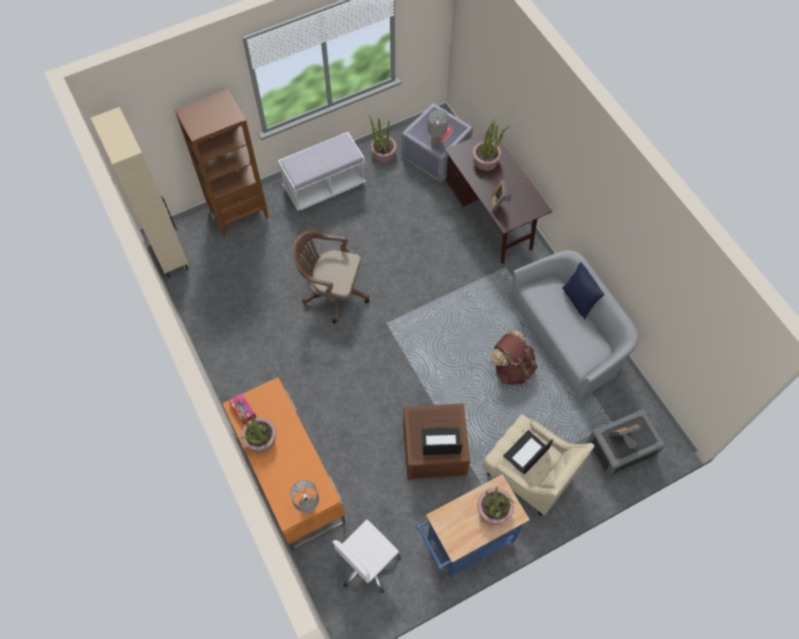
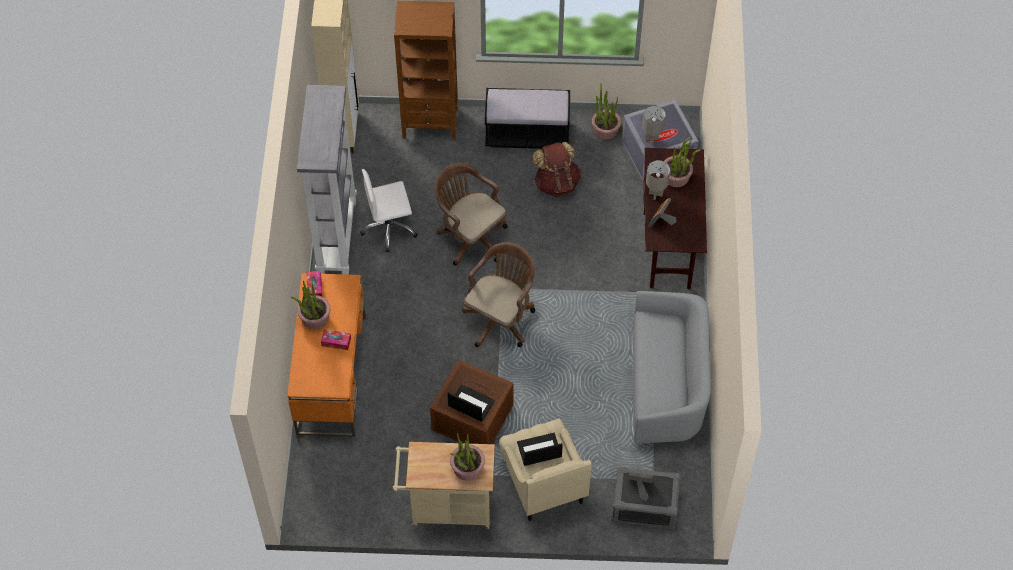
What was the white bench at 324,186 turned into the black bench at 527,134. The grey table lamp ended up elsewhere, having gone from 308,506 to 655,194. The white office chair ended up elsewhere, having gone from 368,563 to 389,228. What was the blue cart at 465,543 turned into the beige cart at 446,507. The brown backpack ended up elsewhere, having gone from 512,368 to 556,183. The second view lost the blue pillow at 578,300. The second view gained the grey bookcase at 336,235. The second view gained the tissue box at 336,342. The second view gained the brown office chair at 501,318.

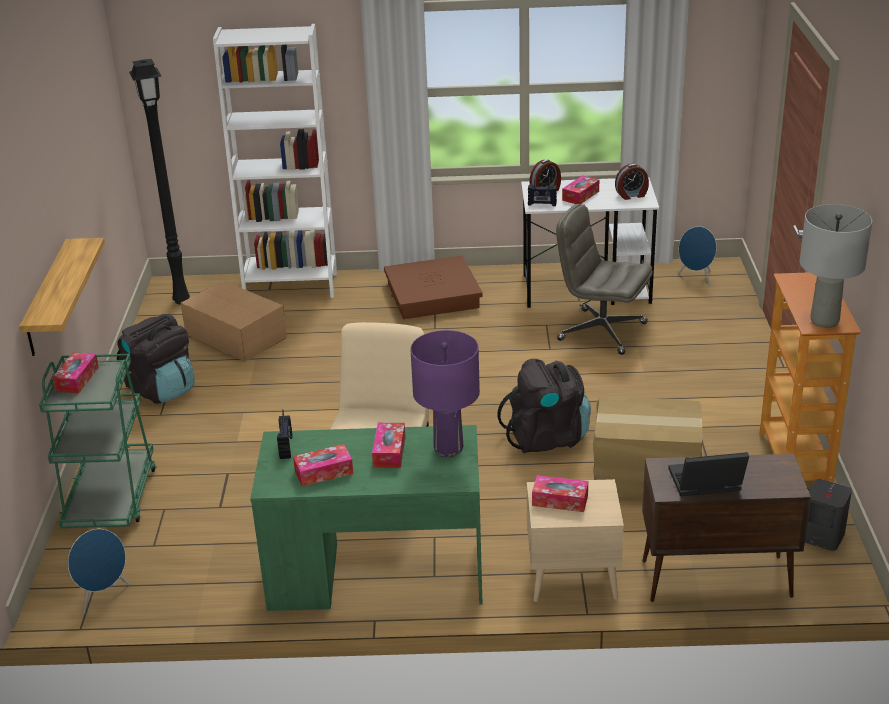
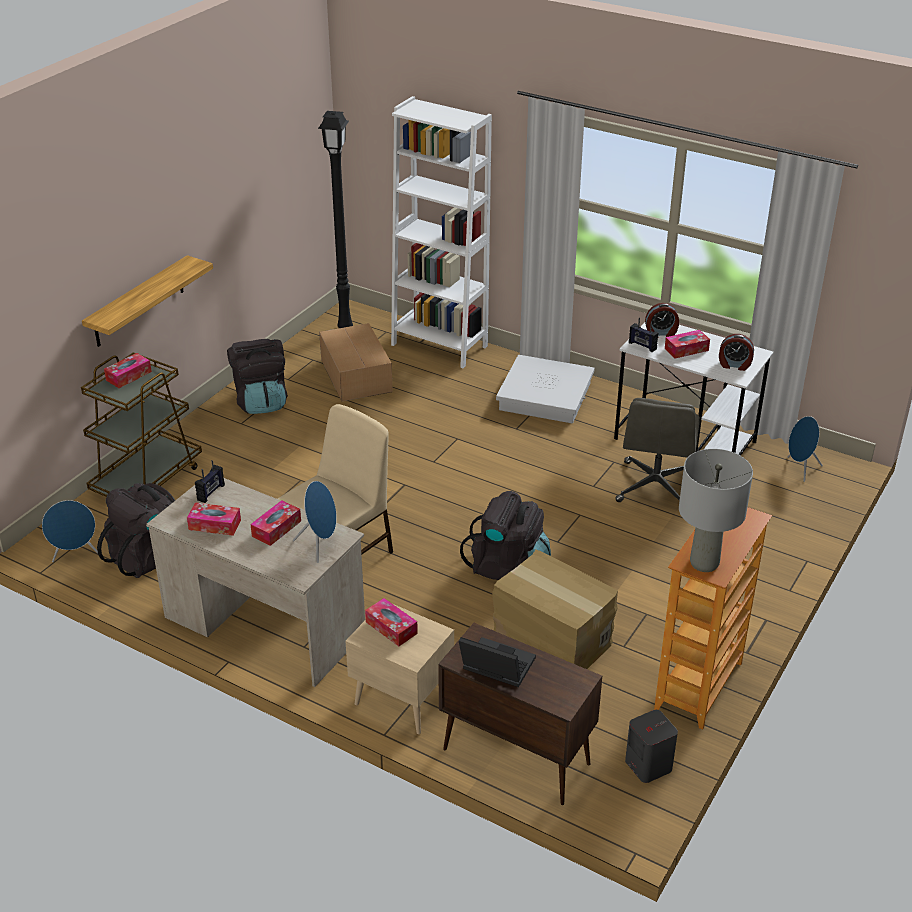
What was the green cart at 111,498 turned into the brown cart at 147,479. What was the green desk at 376,574 turned into the beige desk at 264,625. What was the brown storage box at 433,295 turned into the white storage box at 545,396. Where the purple table lamp stood at 448,449, the blue speaker came to stand at 320,545. The grey office chair at 601,331 ended up facing another way, 135 degrees counterclockwise from before. The second view gained the black backpack at 148,555.

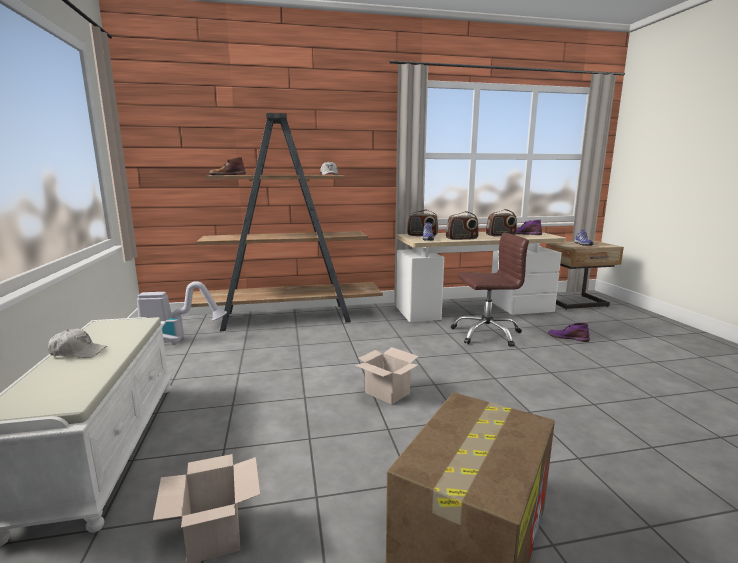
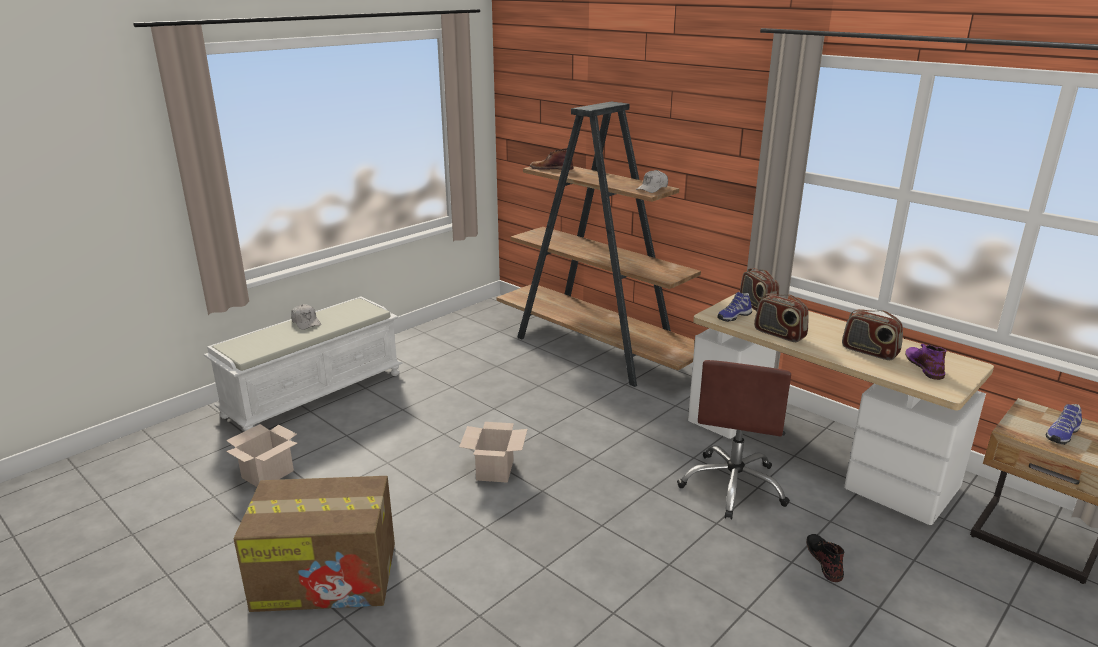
The second view lost the vacuum cleaner at 178,340. The brown office chair at 486,334 ended up facing another way, 60 degrees clockwise from before. What was the purple boot at 567,337 turned into the black boot at 824,559.

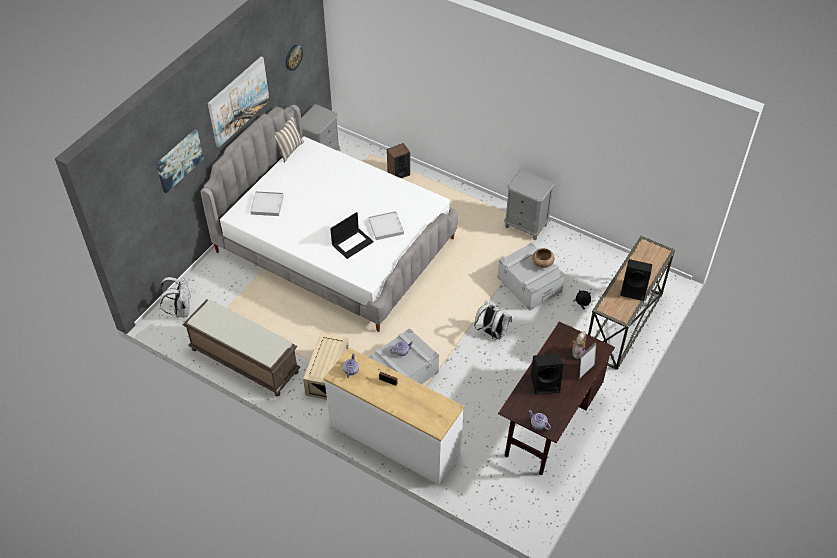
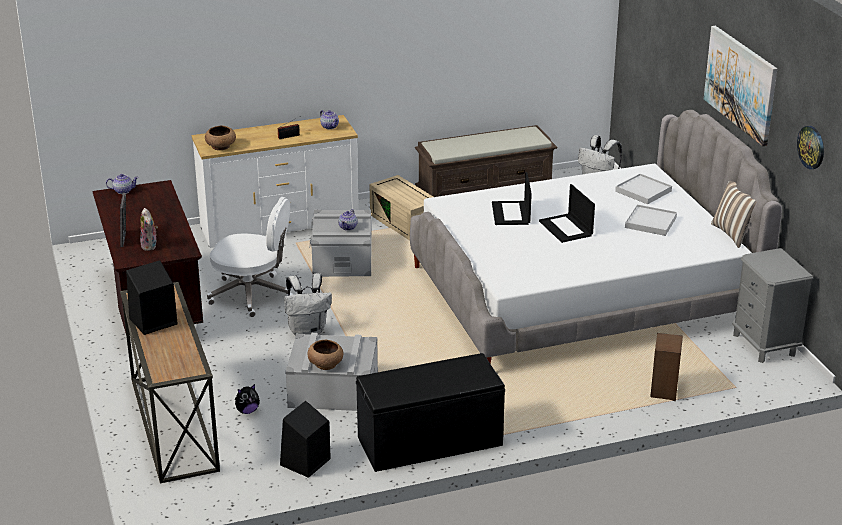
The second view lost the picture at 179,160. The white tray ended up elsewhere, having gone from 386,227 to 650,222. Where the grey nightstand stood at 526,226, the black bench came to stand at 430,442. The black speaker ended up elsewhere, having gone from 545,383 to 304,463. The second view gained the brown bowl at 221,147. The second view gained the white office chair at 252,295. The second view gained the laptop at 566,228.

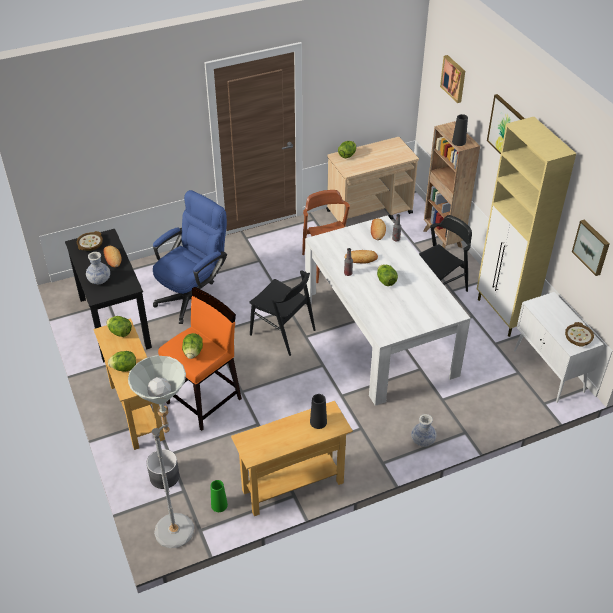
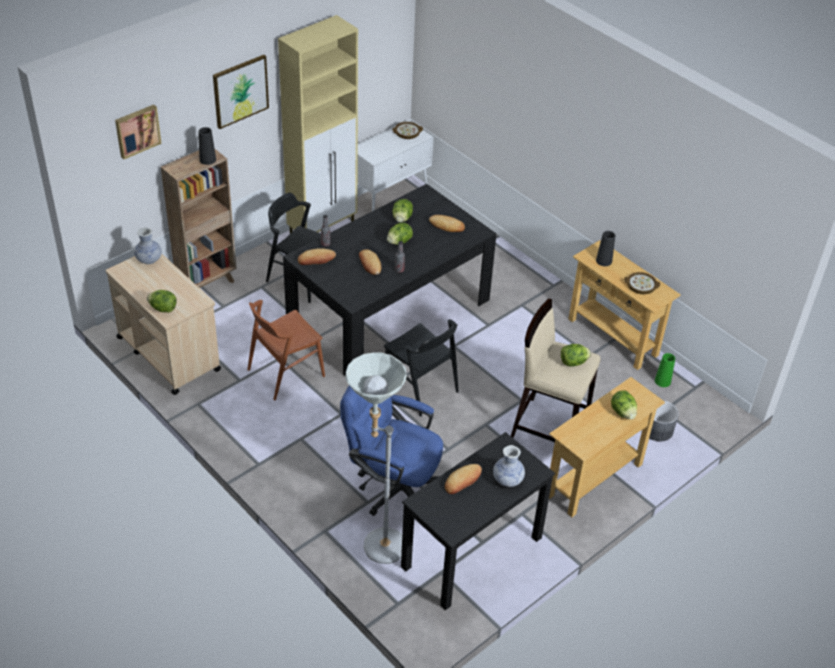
The bowl ended up elsewhere, having gone from 90,244 to 641,286. The lettuce ended up elsewhere, having gone from 120,332 to 402,218. The grey floor lamp ended up elsewhere, having gone from 180,525 to 375,544. What was the orange stool at 205,400 turned into the beige stool at 549,426. The black chair at 283,332 ended up facing another way, 120 degrees clockwise from before. What was the white dining table at 379,334 turned into the black dining table at 389,312. The vase ended up elsewhere, having gone from 422,440 to 149,259. The second view lost the picture at 592,247. The second view gained the bread at 447,226.

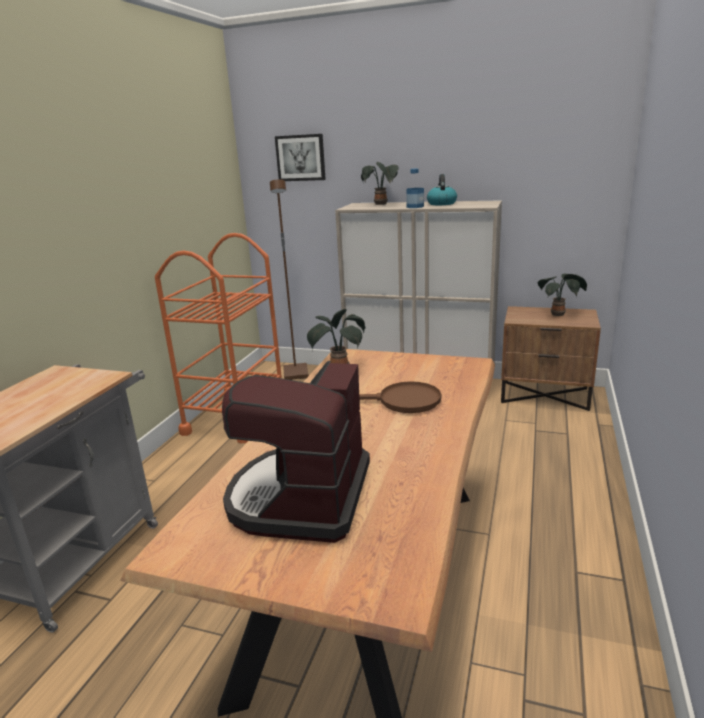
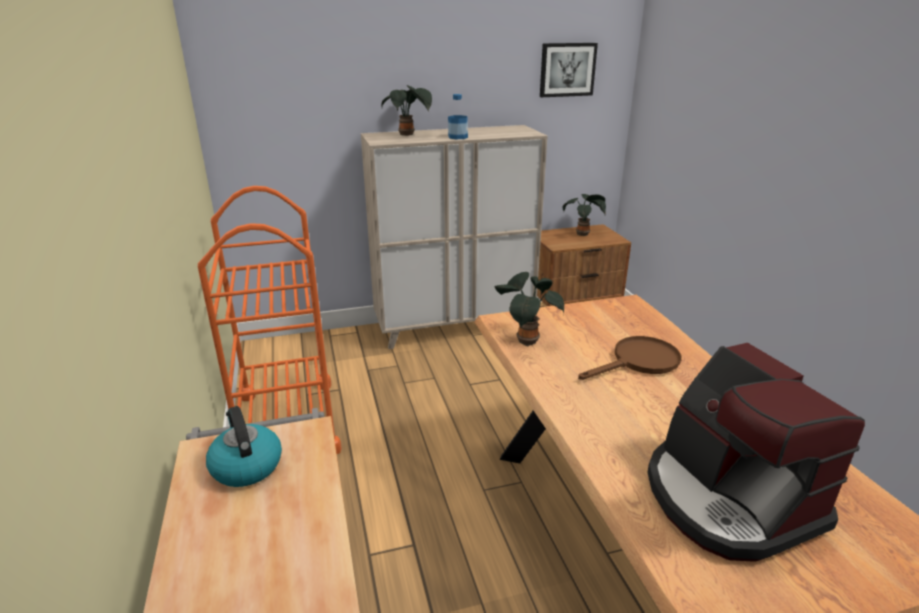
The second view lost the brown floor lamp at 296,373. The picture ended up elsewhere, having gone from 300,158 to 567,69. The kettle ended up elsewhere, having gone from 441,203 to 246,466.

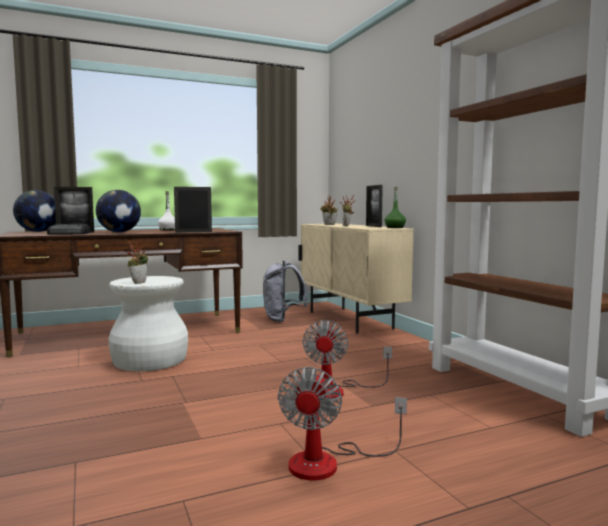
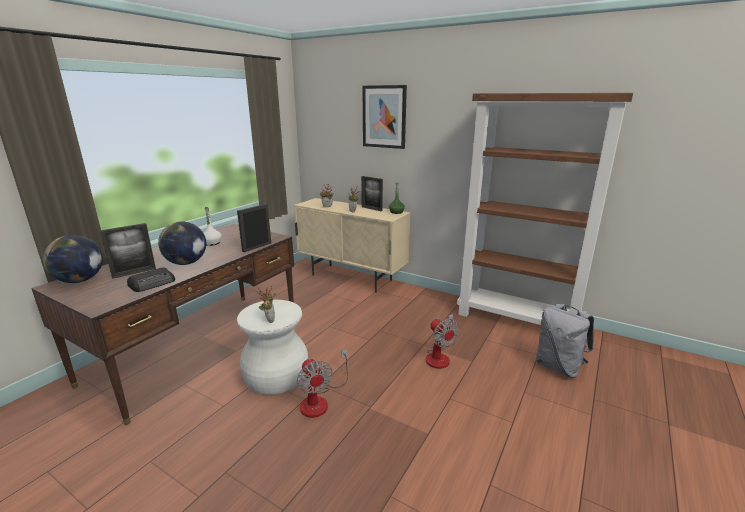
The grey backpack ended up elsewhere, having gone from 282,319 to 559,367. The fan ended up elsewhere, having gone from 329,462 to 320,400. The second view gained the picture at 384,117.

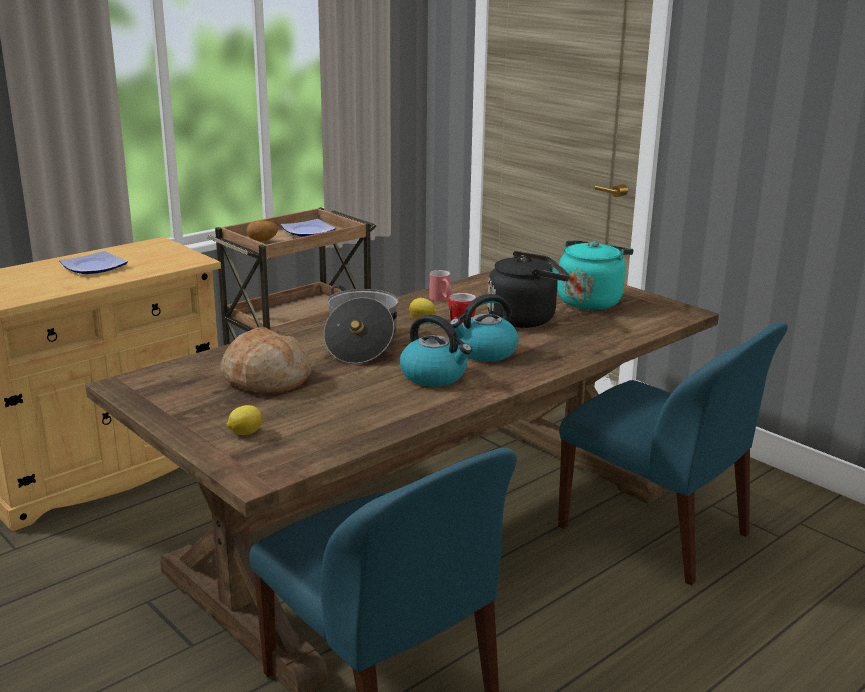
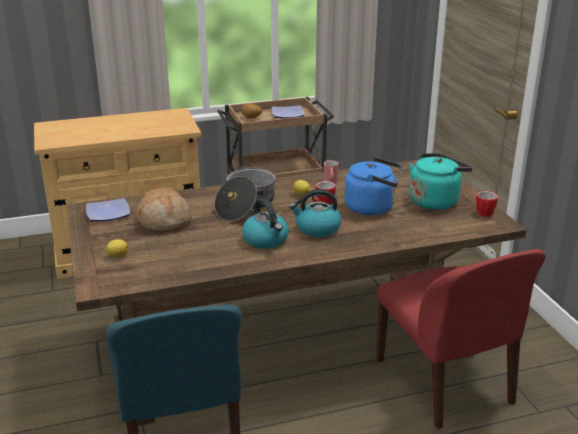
The plate ended up elsewhere, having gone from 93,267 to 107,213. What was the black kettle at 525,319 turned into the blue kettle at 372,207. What was the blue chair at 657,532 turned into the red chair at 445,383. The second view gained the mug at 484,212.

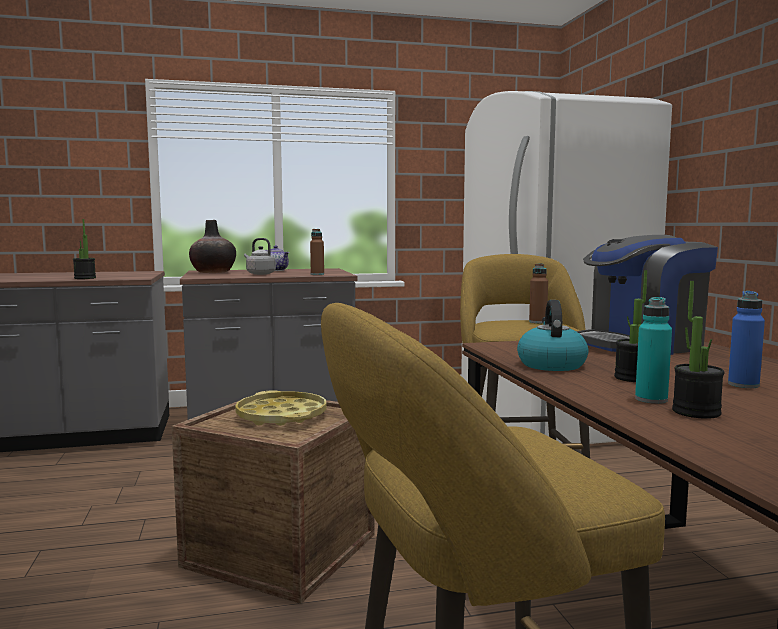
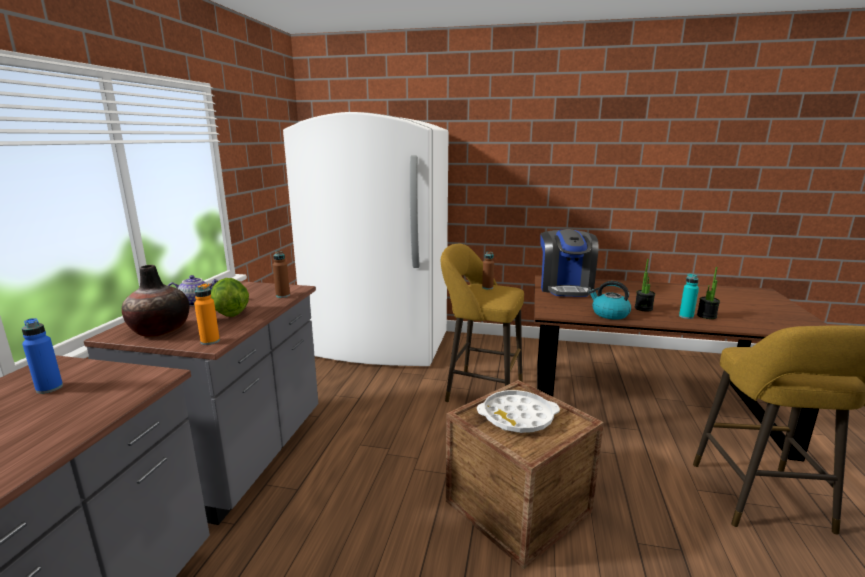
The second view lost the potted plant at 85,278. What was the yellow tray at 281,416 turned into the white tray at 517,417. Where the grey kettle stood at 259,274, the lettuce came to stand at 230,313. The blue bottle ended up elsewhere, having gone from 743,385 to 49,388. The second view gained the orange bottle at 210,341.

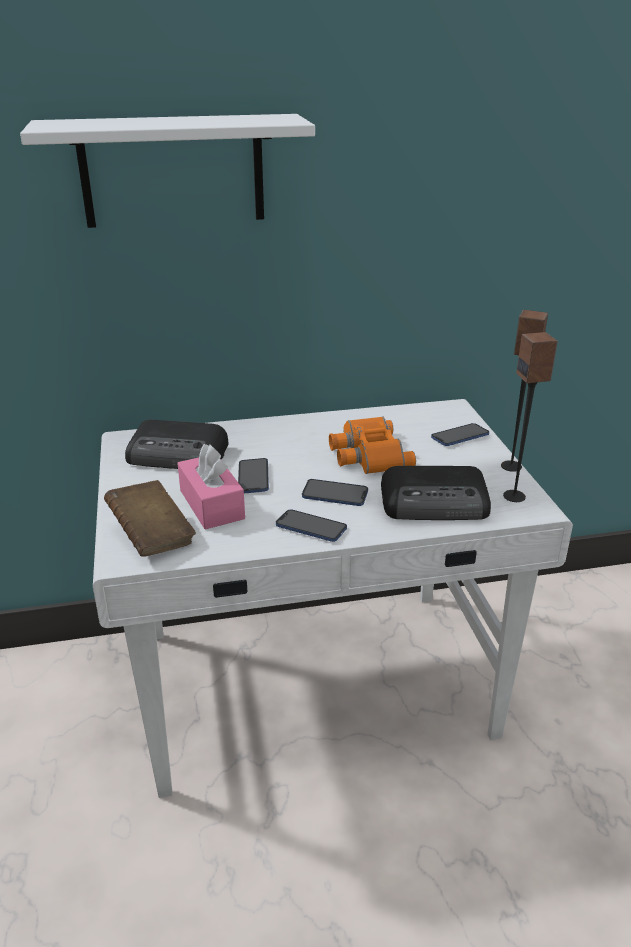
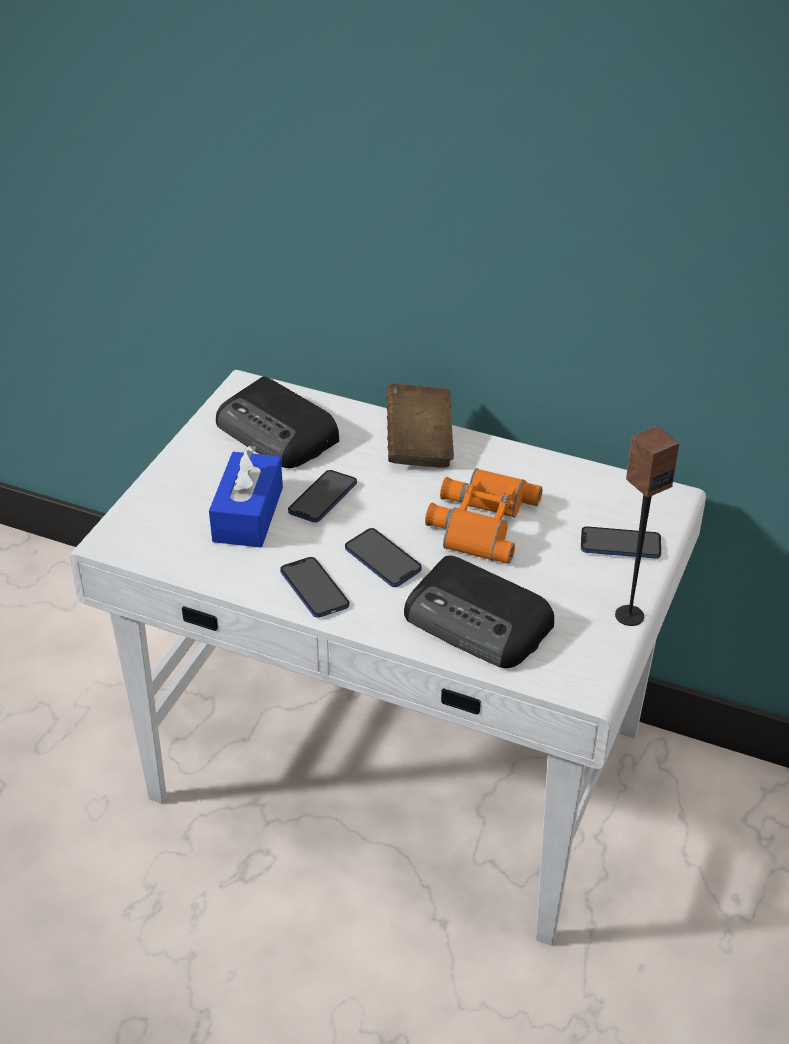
The second view lost the white shelf at 172,171. The brown book ended up elsewhere, having gone from 152,536 to 419,444. What was the pink tissue box at 211,504 turned into the blue tissue box at 248,514. The second view lost the speaker at 514,496.

